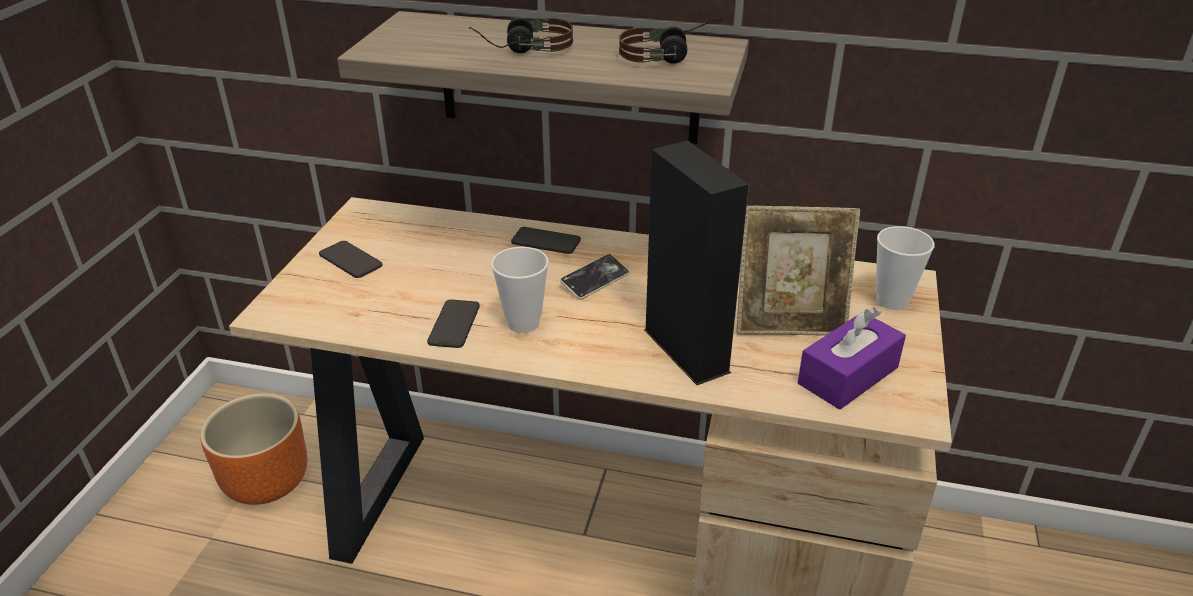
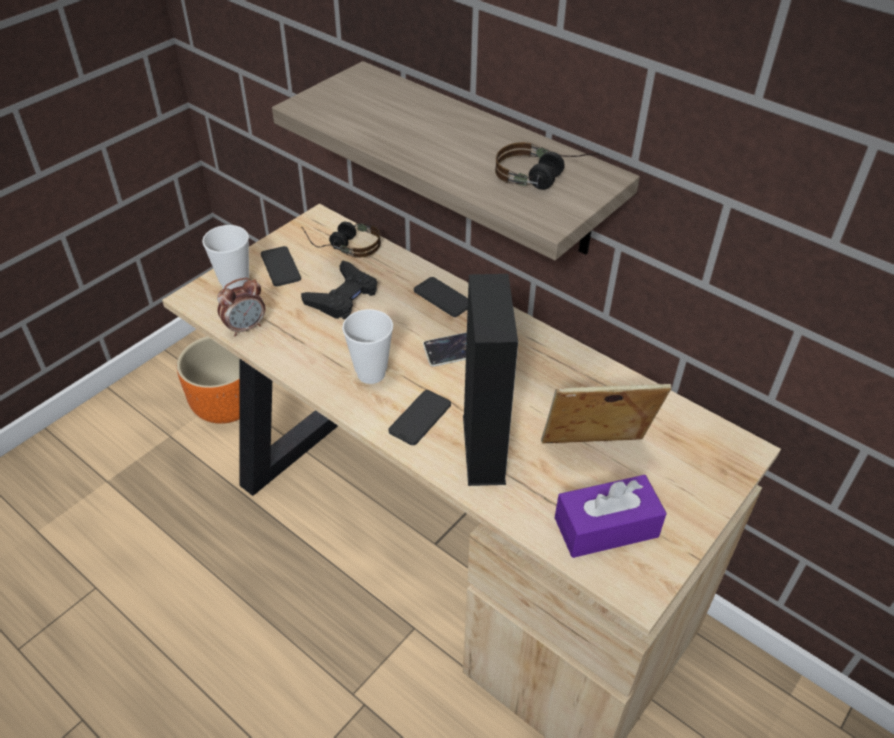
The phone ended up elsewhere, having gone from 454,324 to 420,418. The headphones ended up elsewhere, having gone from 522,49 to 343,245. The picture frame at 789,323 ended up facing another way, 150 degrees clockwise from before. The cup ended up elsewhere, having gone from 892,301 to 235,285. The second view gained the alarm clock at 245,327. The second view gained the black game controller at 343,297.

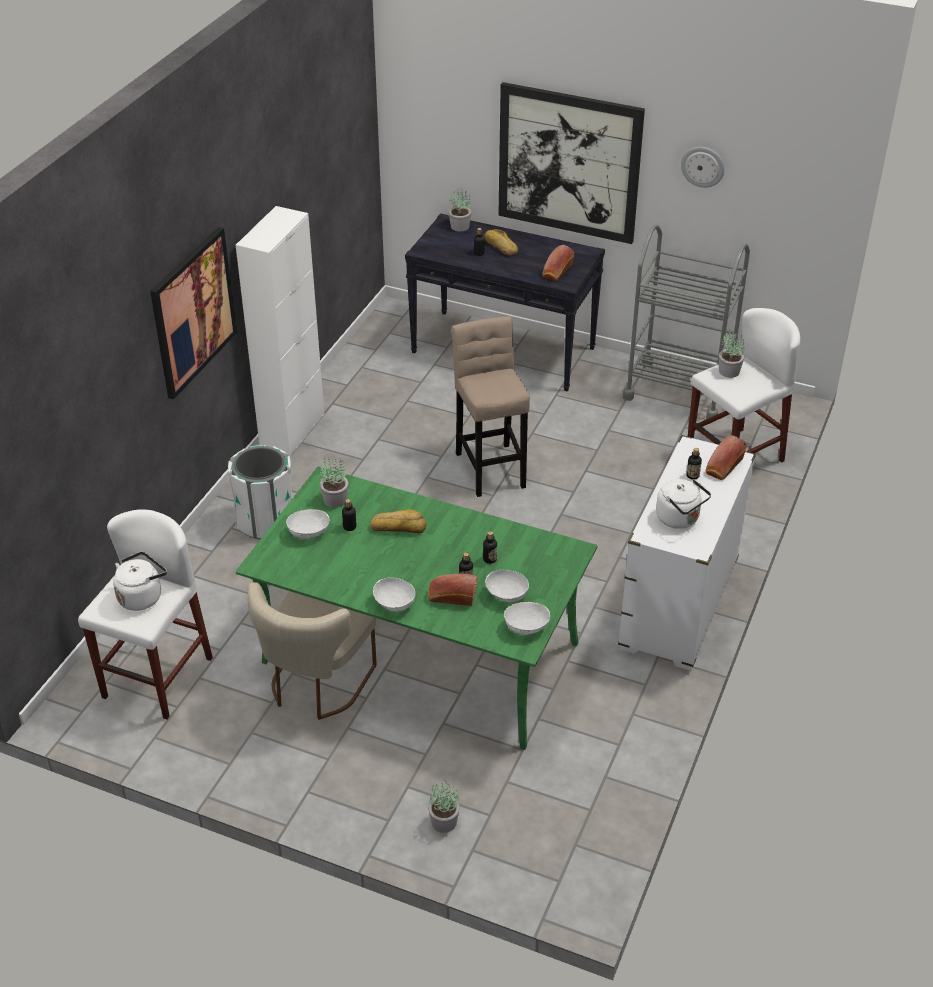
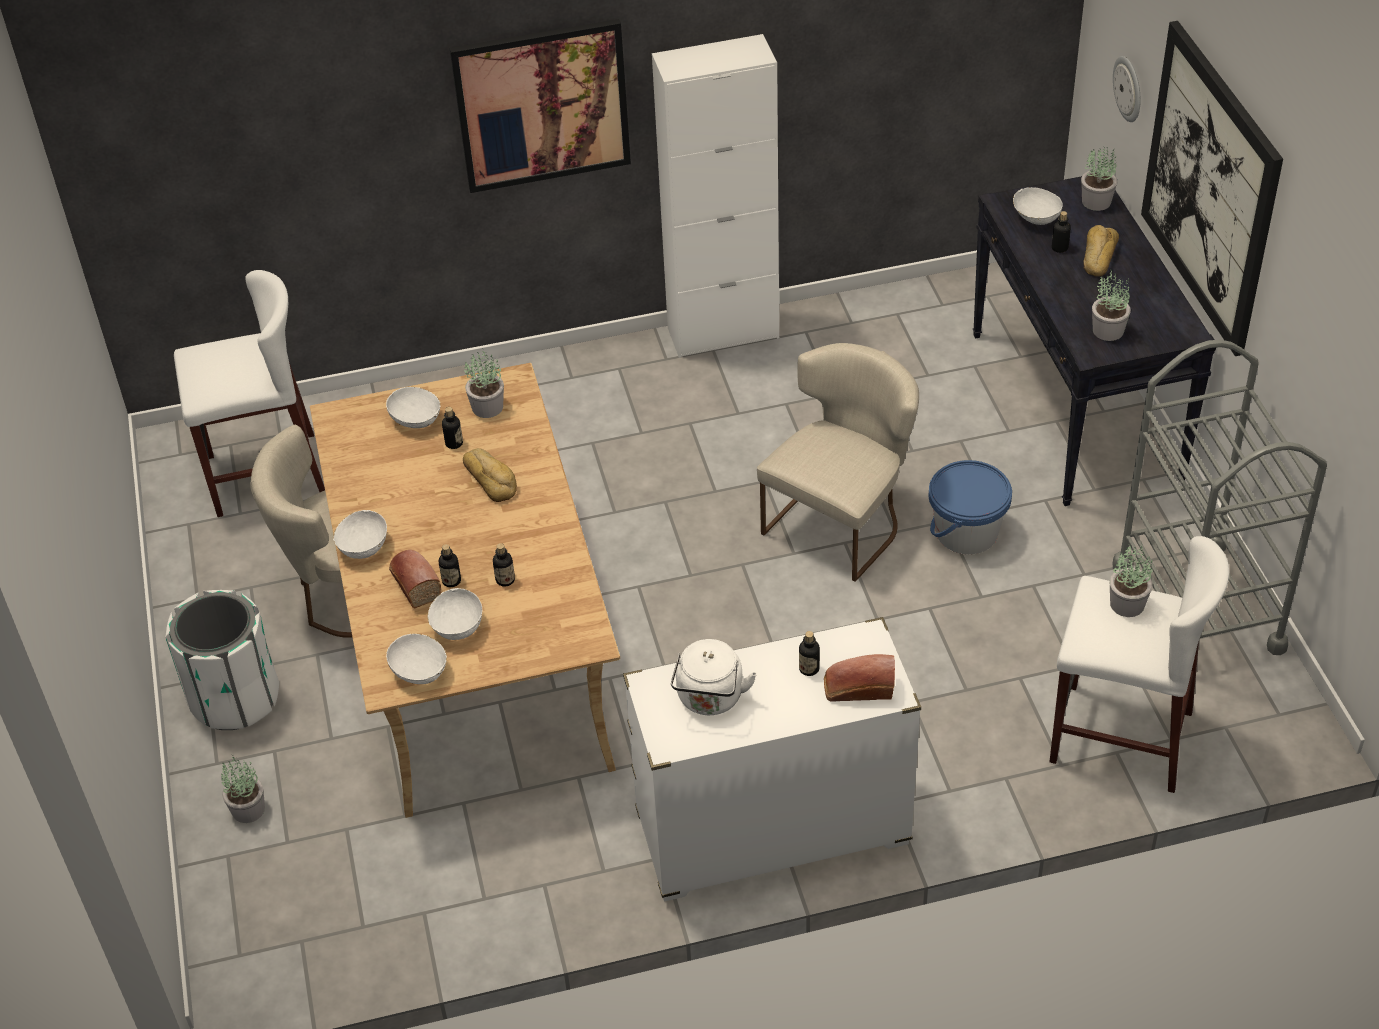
The second view lost the white kettle at 142,596. The white trash can ended up elsewhere, having gone from 266,521 to 234,698. What was the green dining table at 420,653 turned into the beige dining table at 474,645. Where the beige stool stood at 490,466, the beige chair came to stand at 842,521. Where the bread stood at 557,271, the potted plant came to stand at 1107,330. The wall clock ended up elsewhere, having gone from 703,166 to 1129,88. The second view gained the blue bucket at 966,532. The second view gained the white bowl at 1035,218.

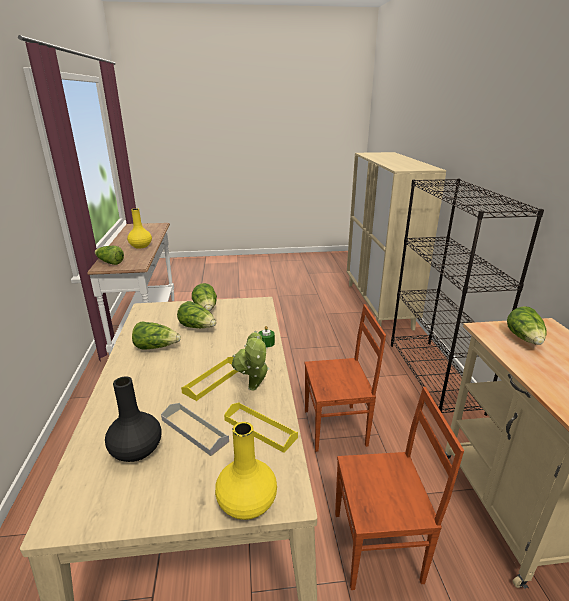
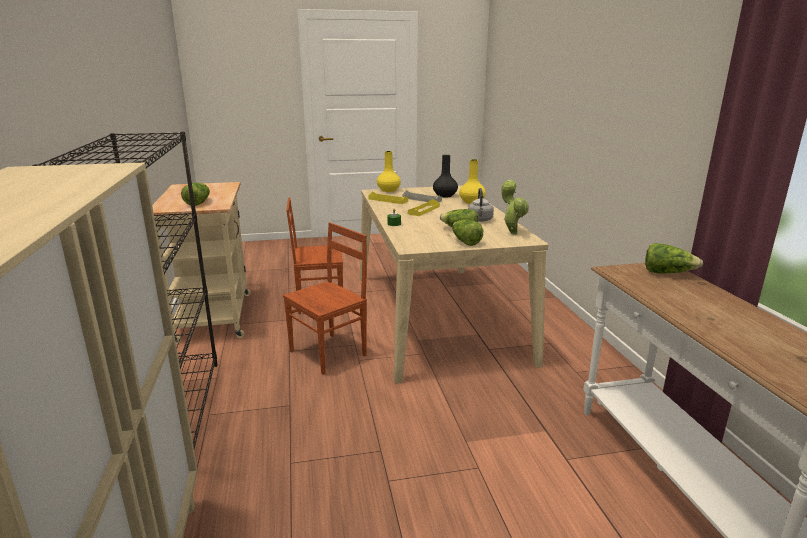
The yellow vase ended up elsewhere, having gone from 140,246 to 472,202. Where the lettuce stood at 156,347, the grey kettle came to stand at 480,220. The potted plant ended up elsewhere, having gone from 254,389 to 512,232. The brown chair at 336,428 ended up facing another way, 150 degrees clockwise from before.

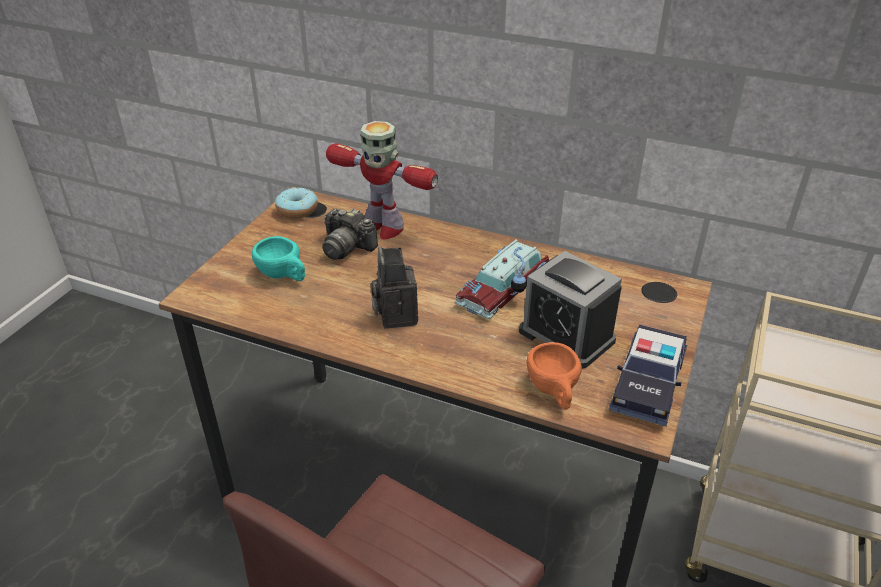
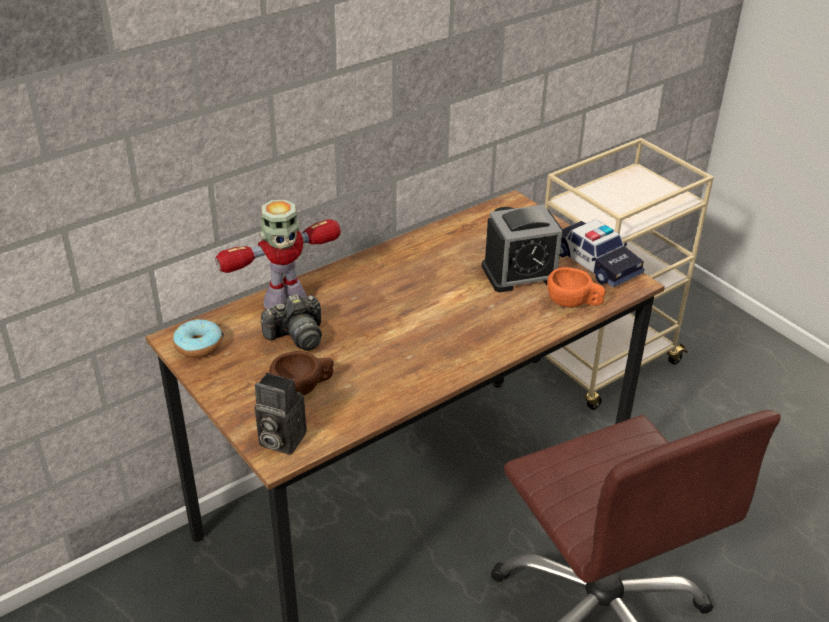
What was the turquoise cup at 283,275 turned into the brown cup at 303,388. The photo camera ended up elsewhere, having gone from 395,315 to 279,440. The second view lost the toy car at 506,286.

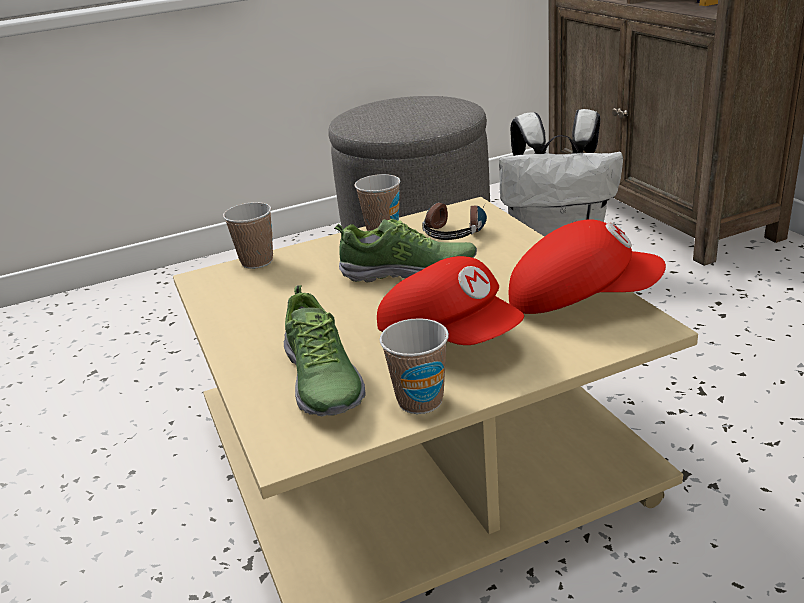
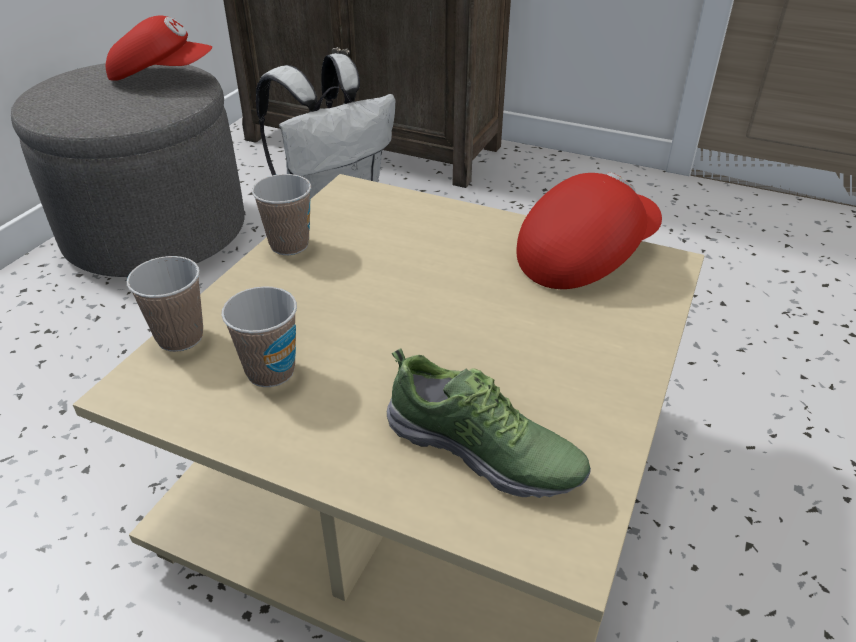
The second view lost the shoe at 408,272. The red cap ended up elsewhere, having gone from 450,336 to 161,76. The cup ended up elsewhere, having gone from 420,401 to 271,371. The second view lost the headphones at 456,229.

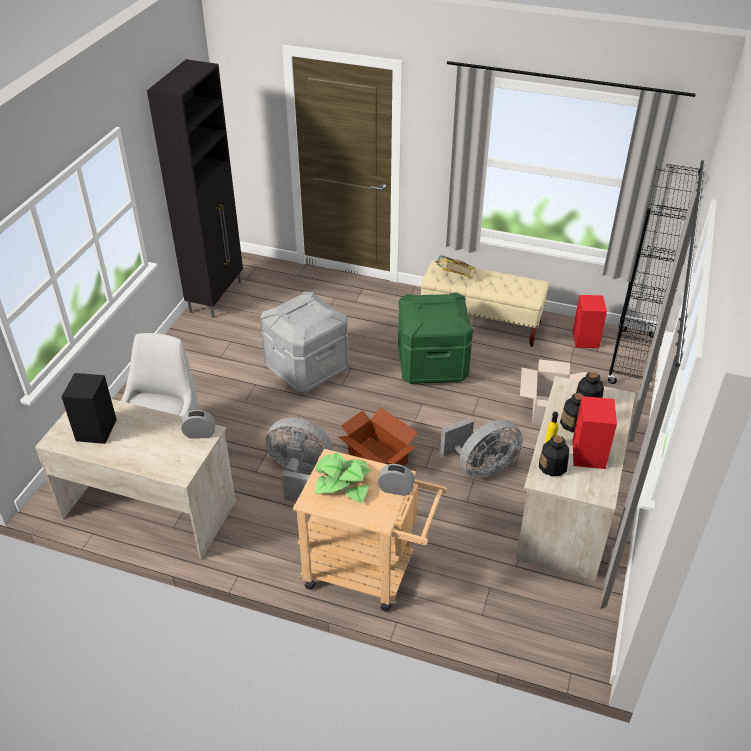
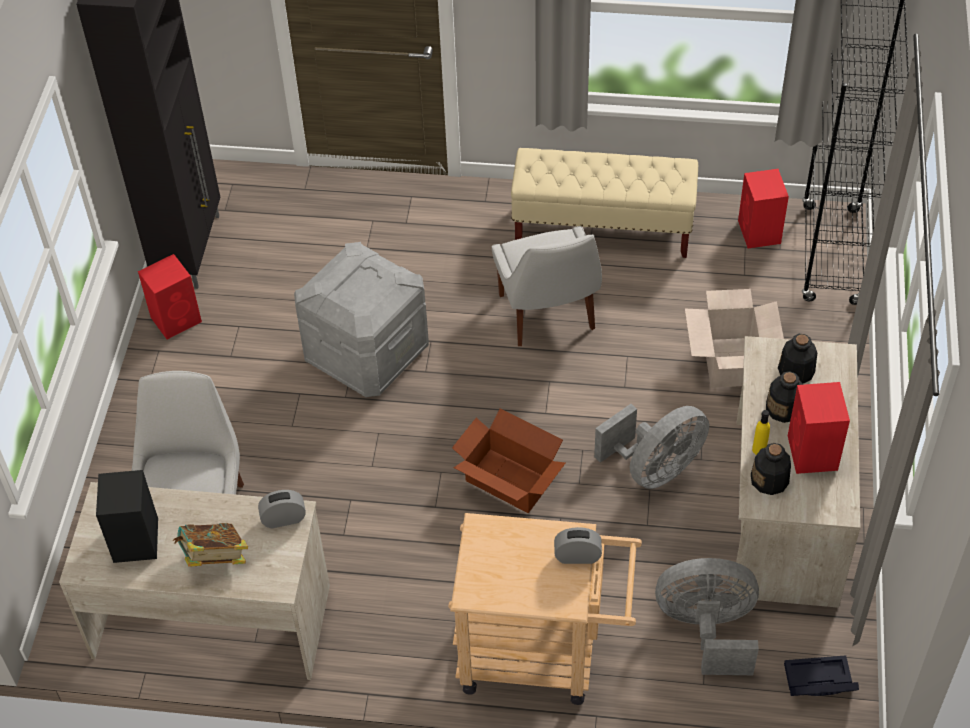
The grey fan ended up elsewhere, having gone from 300,476 to 707,629. The second view lost the potted plant at 343,482. Where the green storage box stood at 431,365, the white chair came to stand at 548,315. The book ended up elsewhere, having gone from 453,277 to 214,558. The second view gained the red speaker at 177,319. The second view gained the black storage box at 817,683.

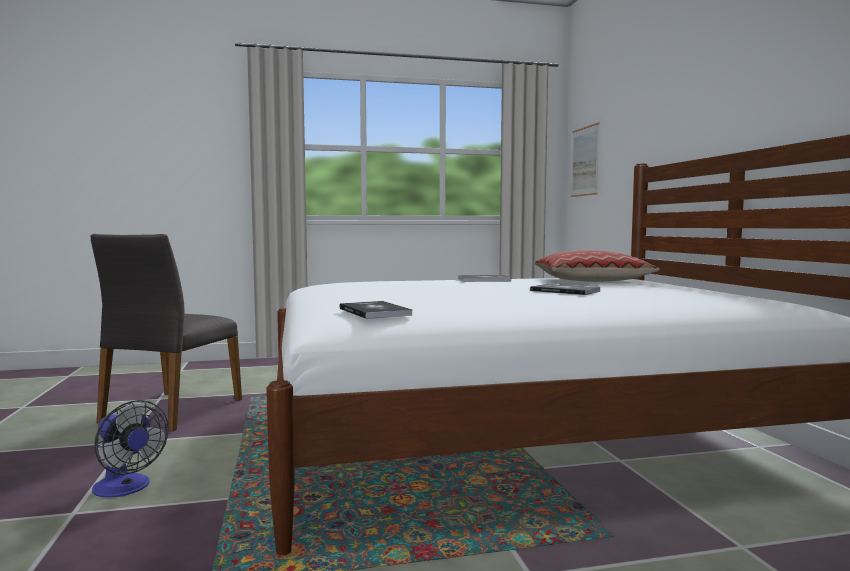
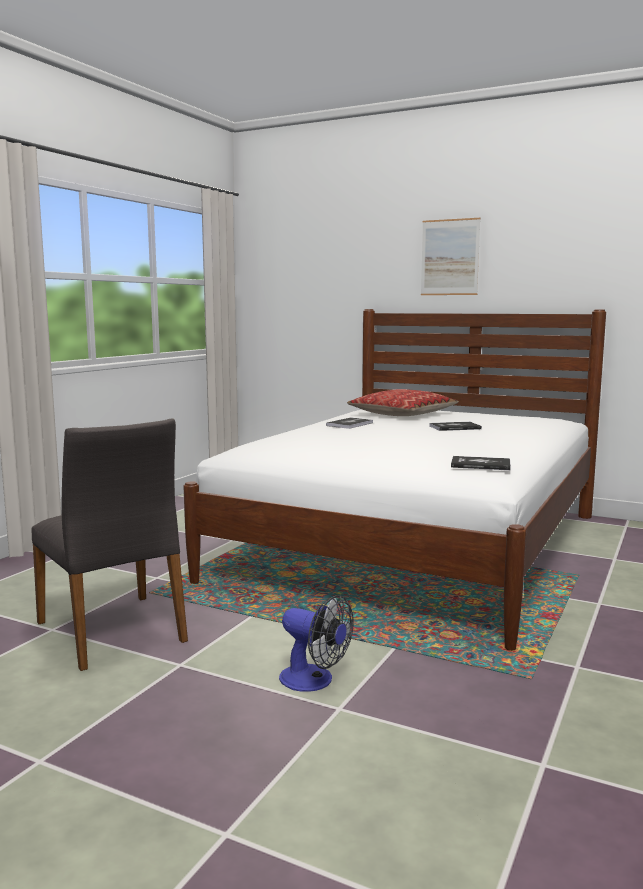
The fan at 126,488 ended up facing another way, 45 degrees clockwise from before. The picture ended up elsewhere, having gone from 584,161 to 450,257.

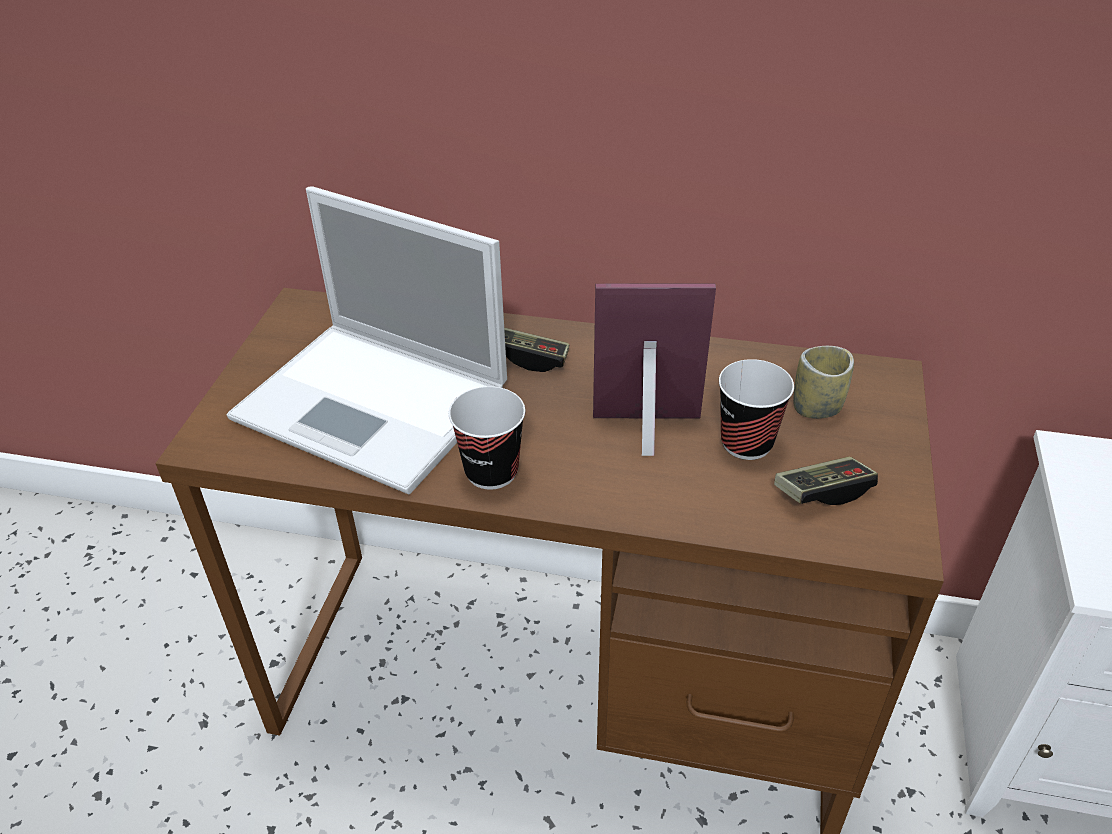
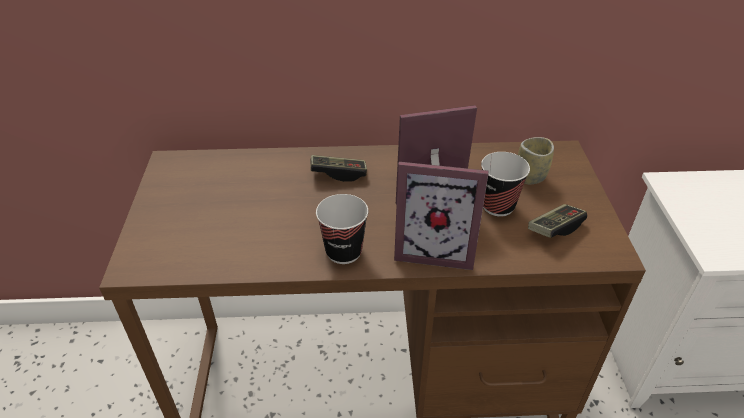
The second view lost the laptop at 376,405. The second view gained the picture frame at 435,249.

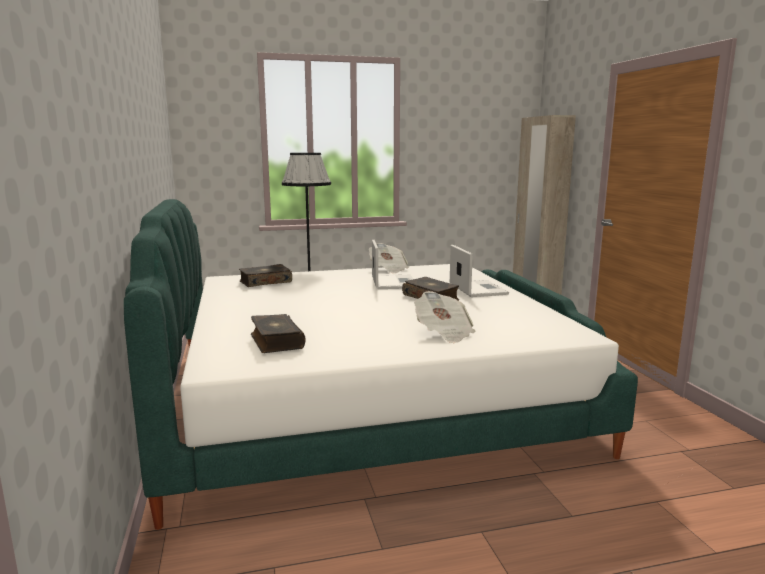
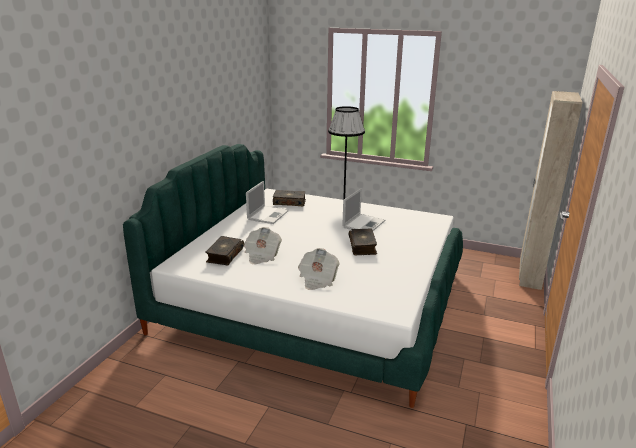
The newspaper ended up elsewhere, having gone from 388,269 to 262,255. The laptop ended up elsewhere, having gone from 477,289 to 268,215.

